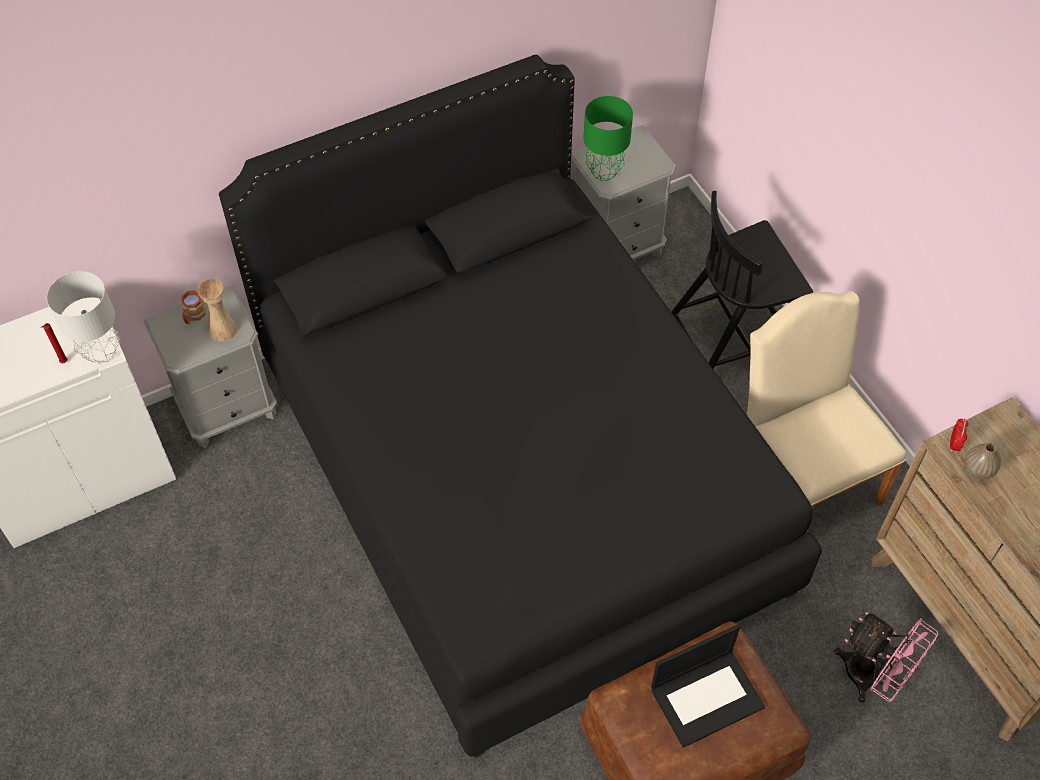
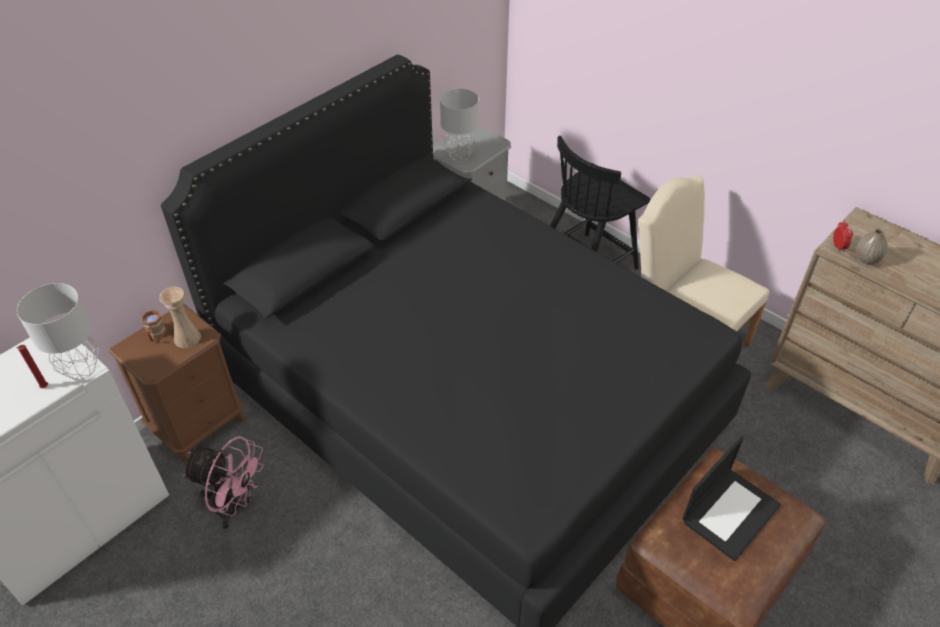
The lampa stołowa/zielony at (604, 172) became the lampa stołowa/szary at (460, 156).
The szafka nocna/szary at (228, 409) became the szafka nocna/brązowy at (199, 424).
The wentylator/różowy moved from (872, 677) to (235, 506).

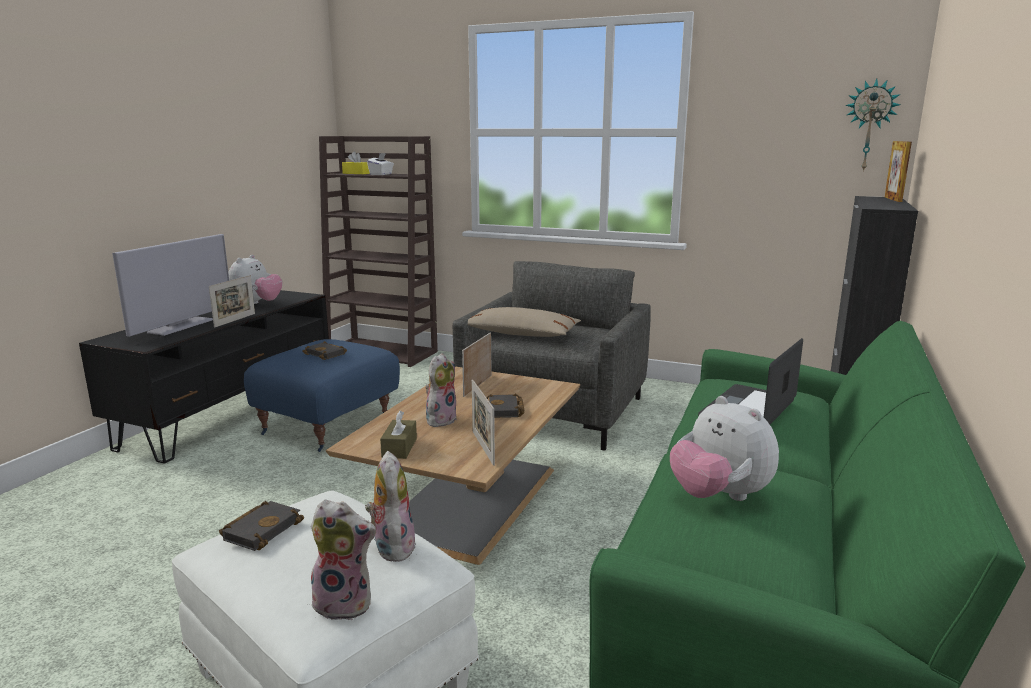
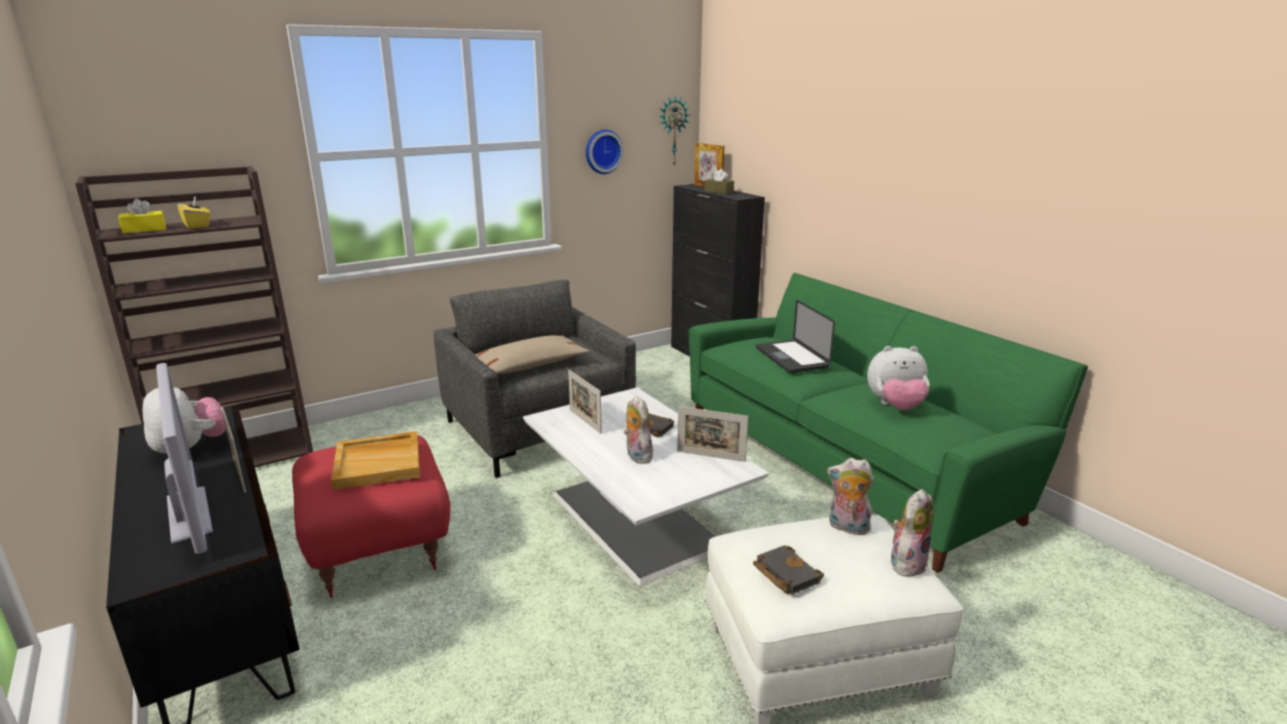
The pudełko chusteczek/biały at (381, 174) became the pudełko chusteczek/żółty at (197, 225).
The pufa/niebieski at (327, 425) became the pufa/czerwony at (377, 548).
The książka/czarny at (327, 354) was replaced by the taca/beżowy at (379, 463).
The ława/brązowy at (469, 502) became the ława/biały at (638, 521).
The pudełko chusteczek/brązowy moved from (399, 448) to (719, 192).
The zegar ścienny at (602, 151) appeared.

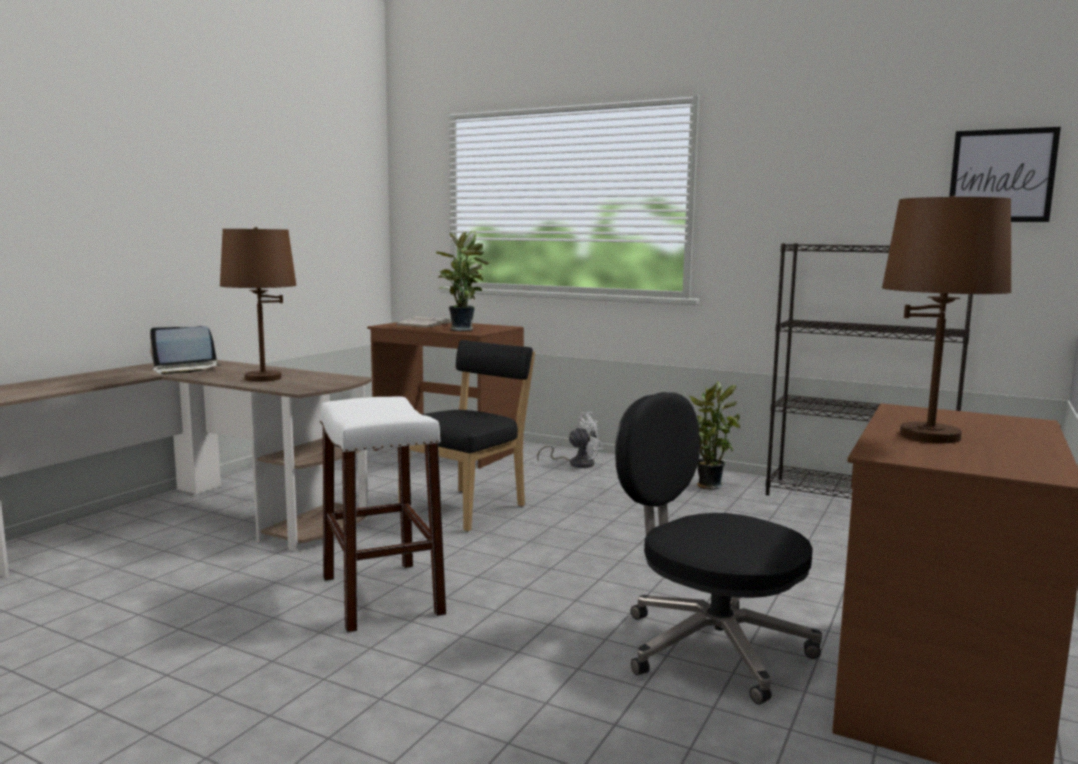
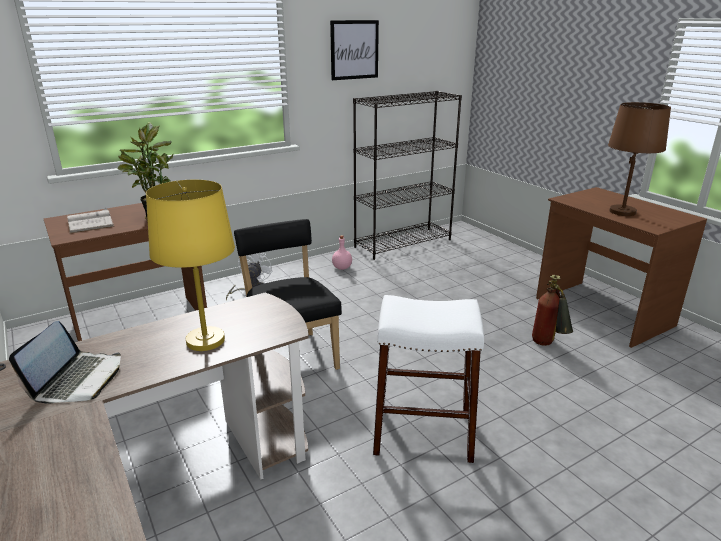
The obraz moved from (1001, 176) to (354, 50).
The lampa stołowa/brązowy at (263, 378) became the lampa stołowa/żółty at (206, 340).
The roślina doniczkowa at (706, 485) was replaced by the butelka/różowy at (342, 267).
The krzesło biurowe/czarny at (710, 647) was replaced by the gaśnica at (548, 345).

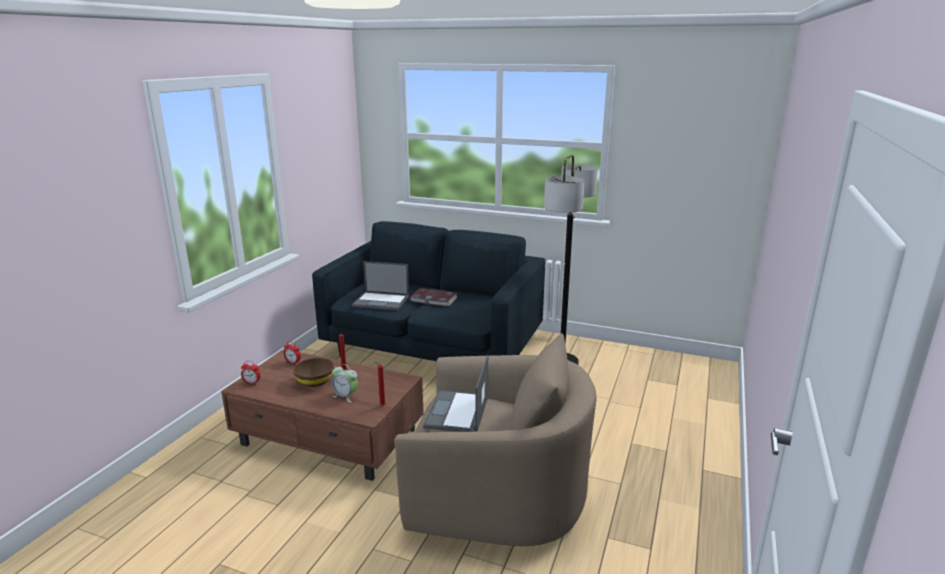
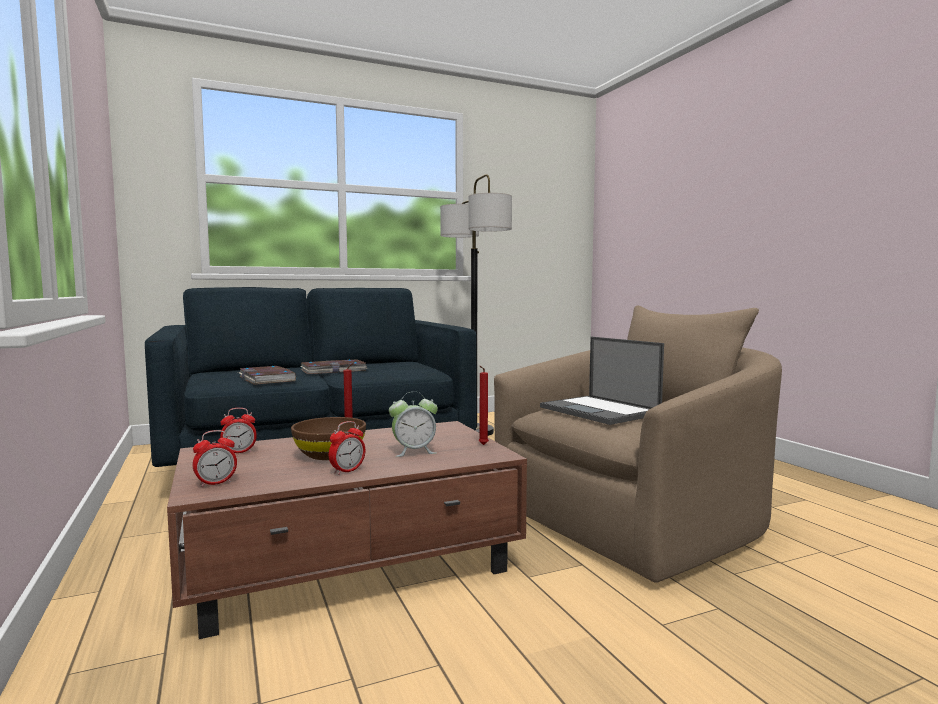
The laptop at (382, 301) was replaced by the książka at (267, 379).
The budzik at (347, 471) appeared.

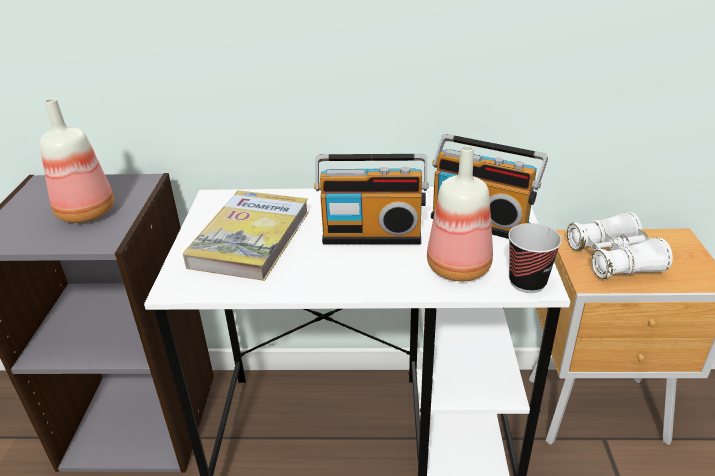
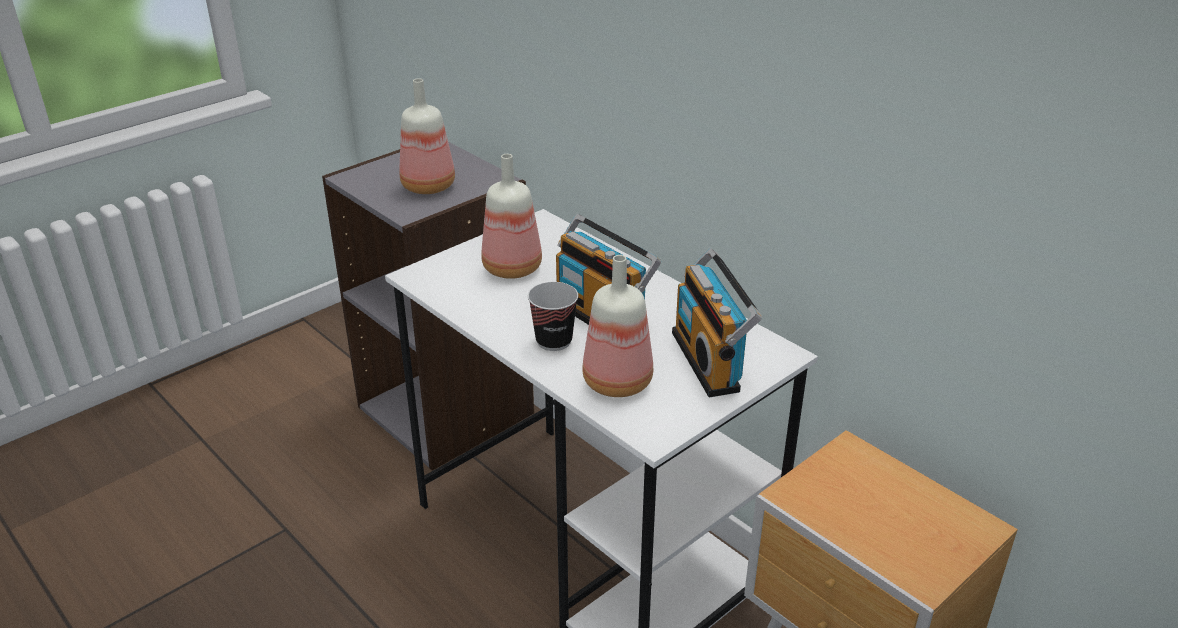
The książka at (251, 238) was replaced by the butelka at (514, 268).
The lornetka/biały at (614, 258) disappeared.
The filiżanka moved from (527, 282) to (554, 341).

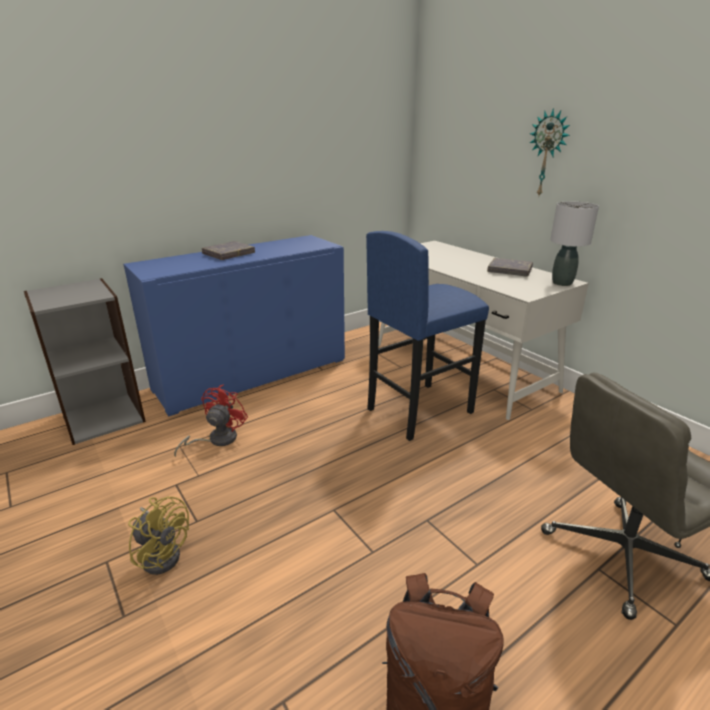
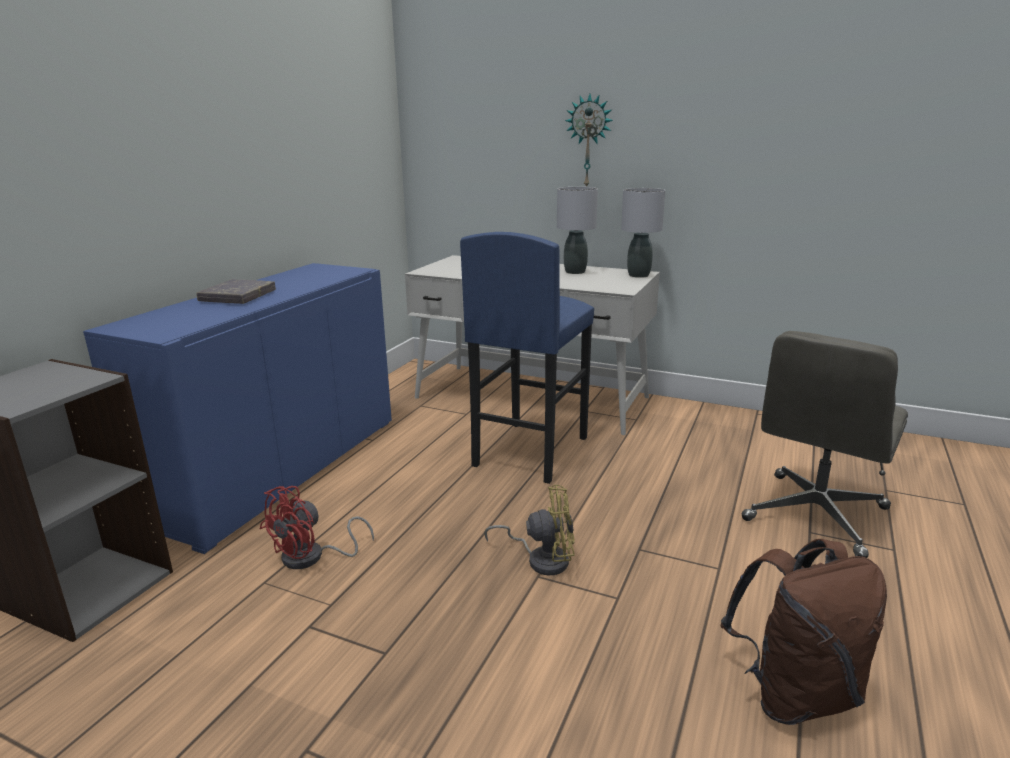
The książka/szary at (509, 270) was replaced by the lampa stołowa/szary at (575, 272).
The wentylator/czerwony at (216, 440) turned 135 degrees counterclockwise.
The wentylator/żółty moved from (162, 553) to (542, 559).

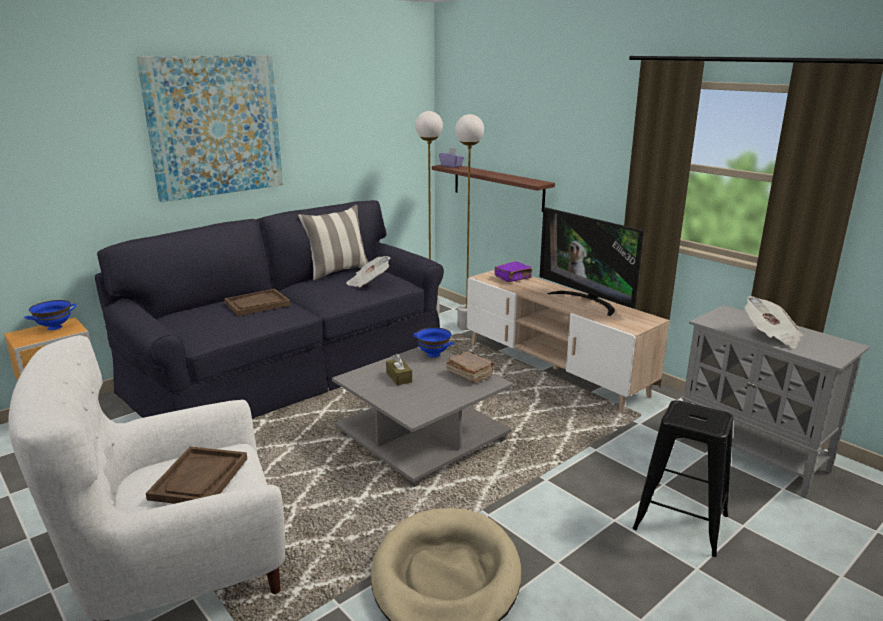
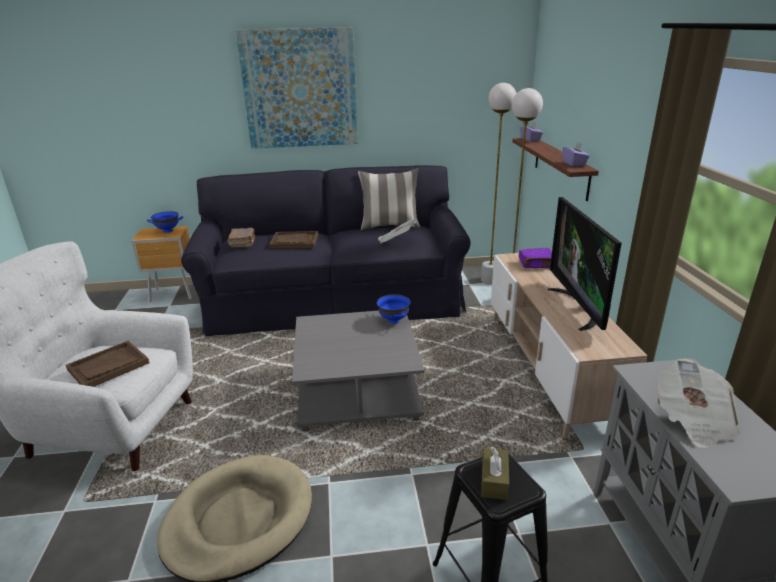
The książka/brązowy moved from (469, 374) to (243, 243).
The pudełko chusteczek/brązowy moved from (399, 377) to (494, 480).
The pudełko chusteczek/fioletowy at (574, 164) appeared.

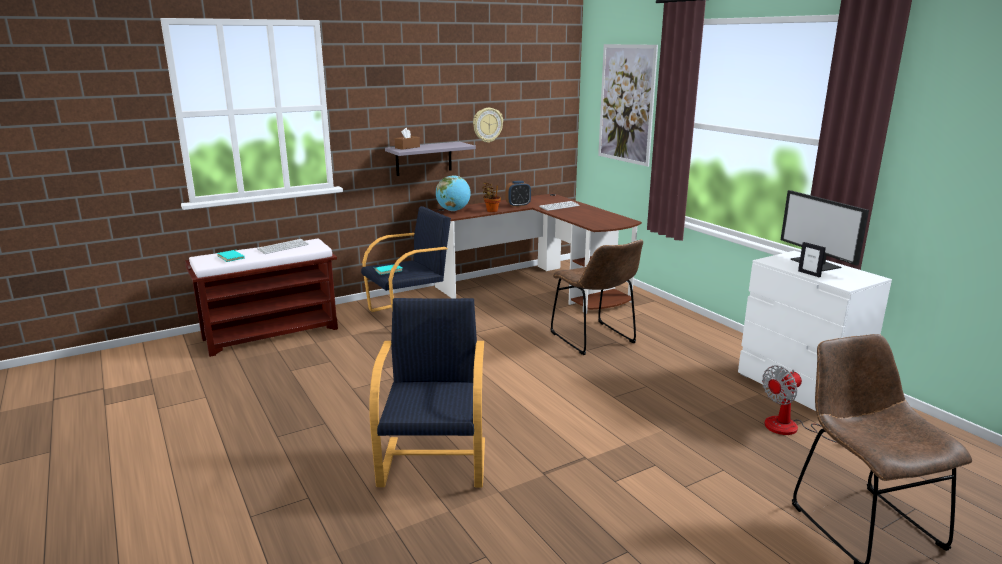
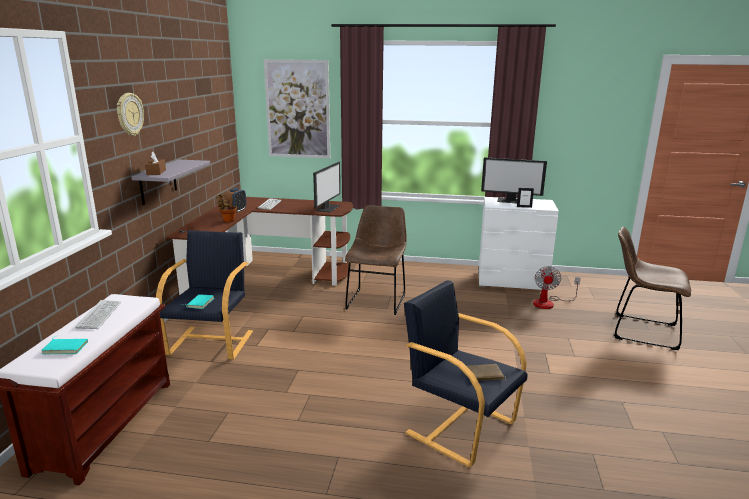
The zegar ścienny moved from (487, 125) to (129, 114).
The globus at (453, 210) disappeared.
The krzesło/brązowy at (594, 339) turned 90 degrees counterclockwise.
The monitor at (327, 208) appeared.
The książka/brązowy at (484, 375) appeared.

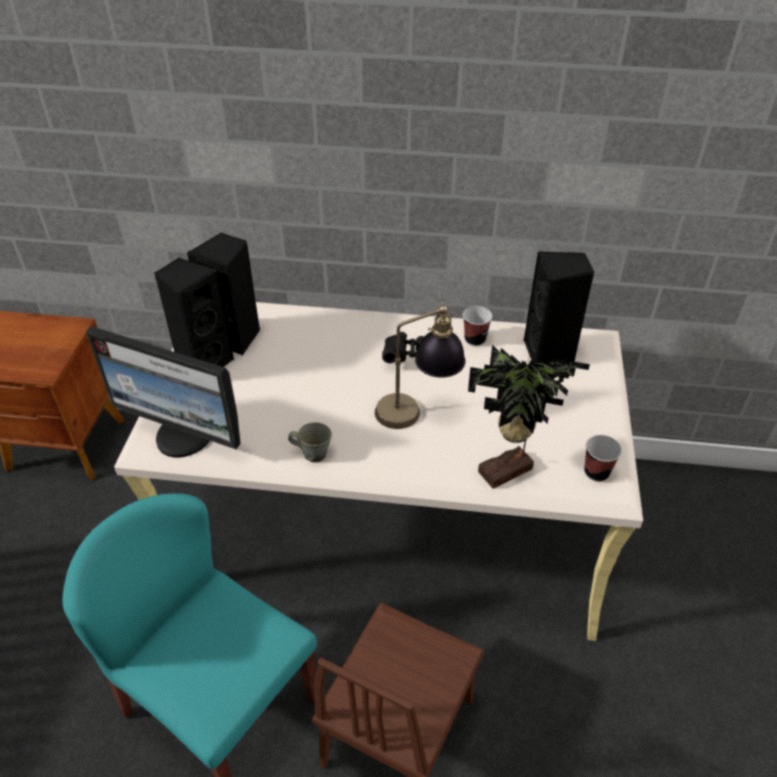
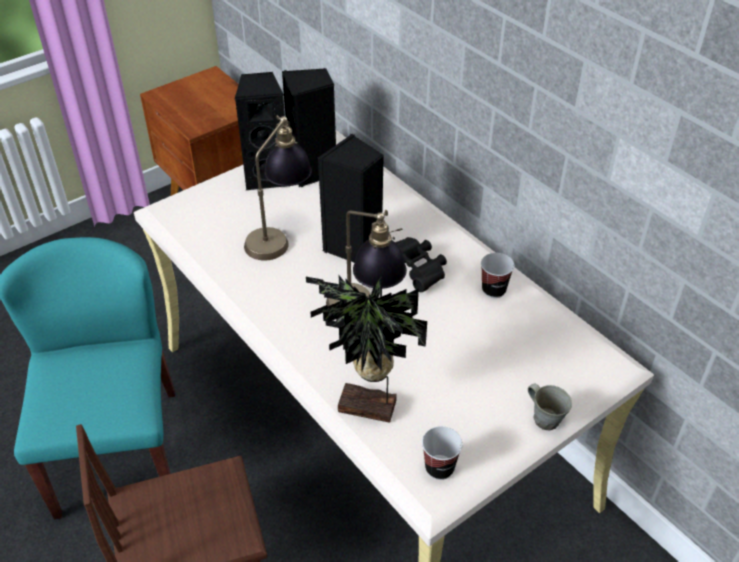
The głośnik/czarny moved from (549, 354) to (354, 248).
The monitor at (185, 436) disappeared.
The kubek/szary moved from (313, 453) to (545, 418).
The lampa stołowa at (279, 235) appeared.

